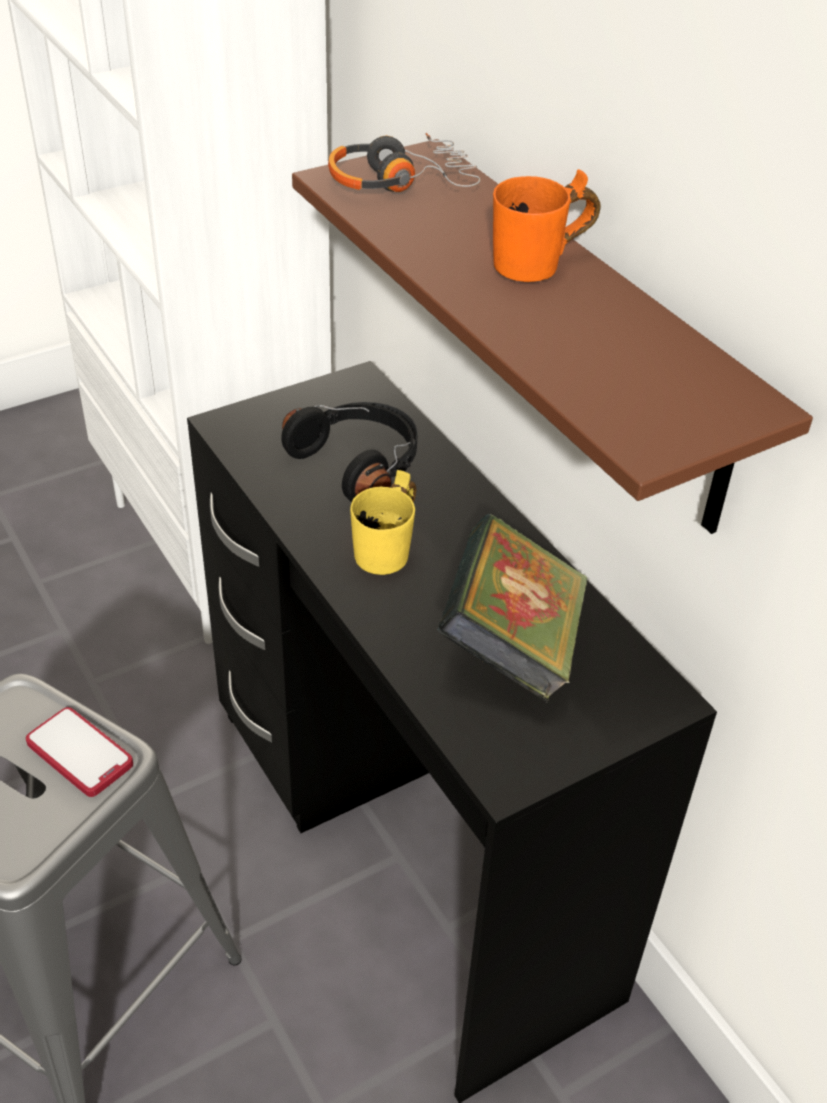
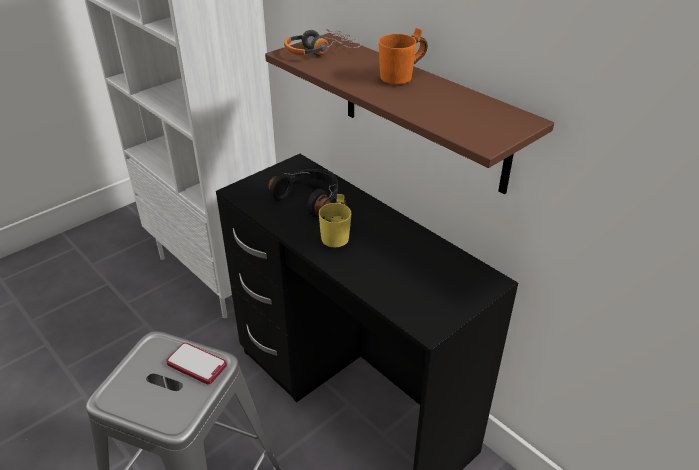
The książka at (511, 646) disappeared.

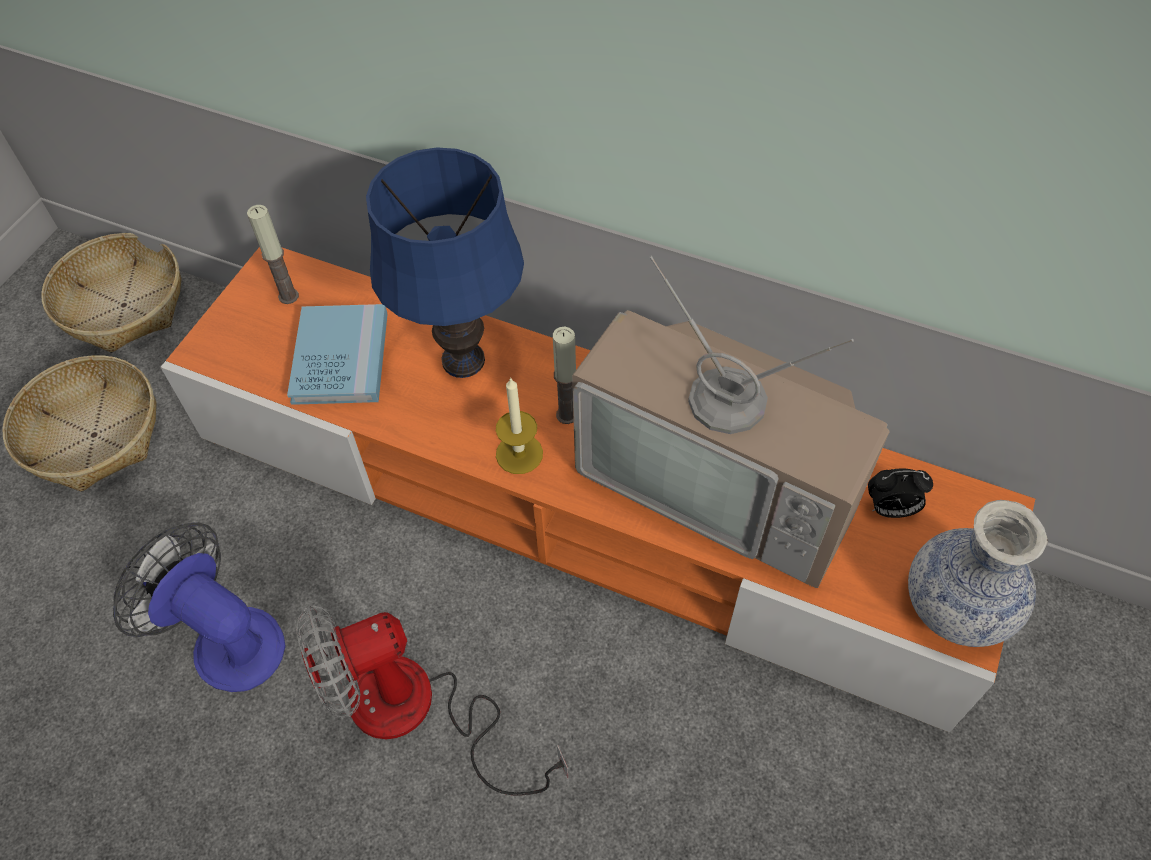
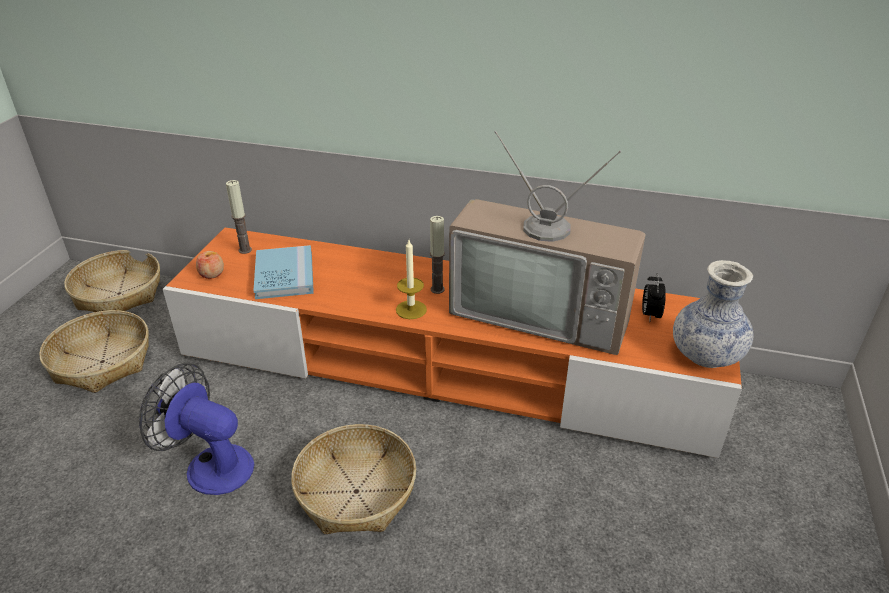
The lampa stołowa/niebieski at (462, 360) disappeared.
The budzik at (890, 509) turned 105 degrees clockwise.
The wentylator at (418, 713) was replaced by the koszyk at (357, 491).
The jabłko at (211, 274) appeared.

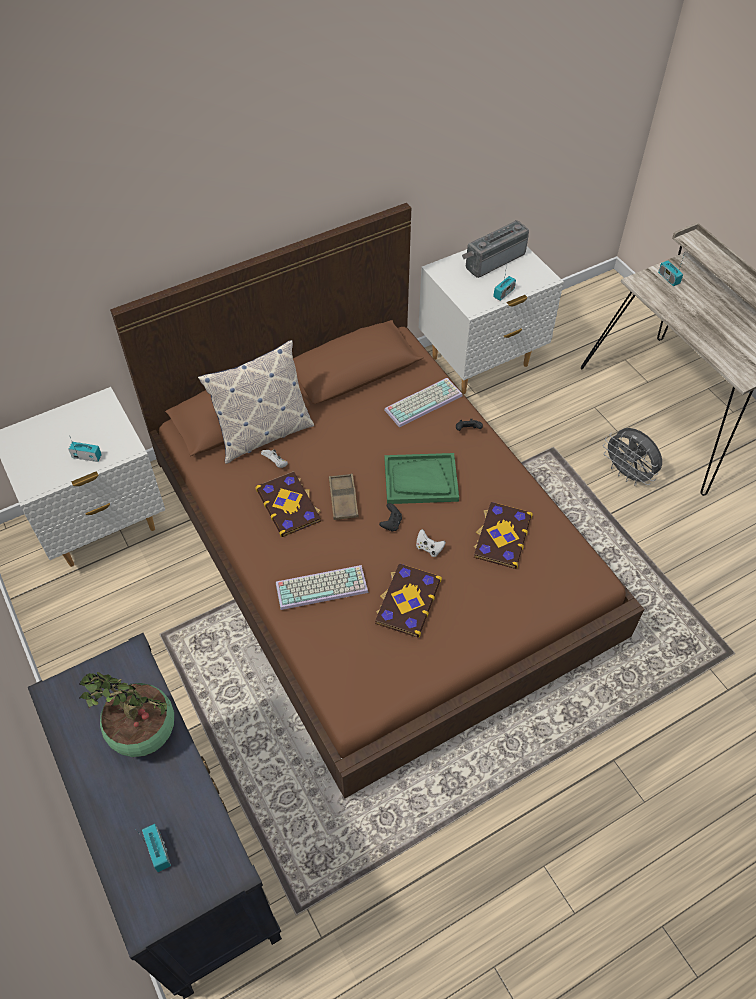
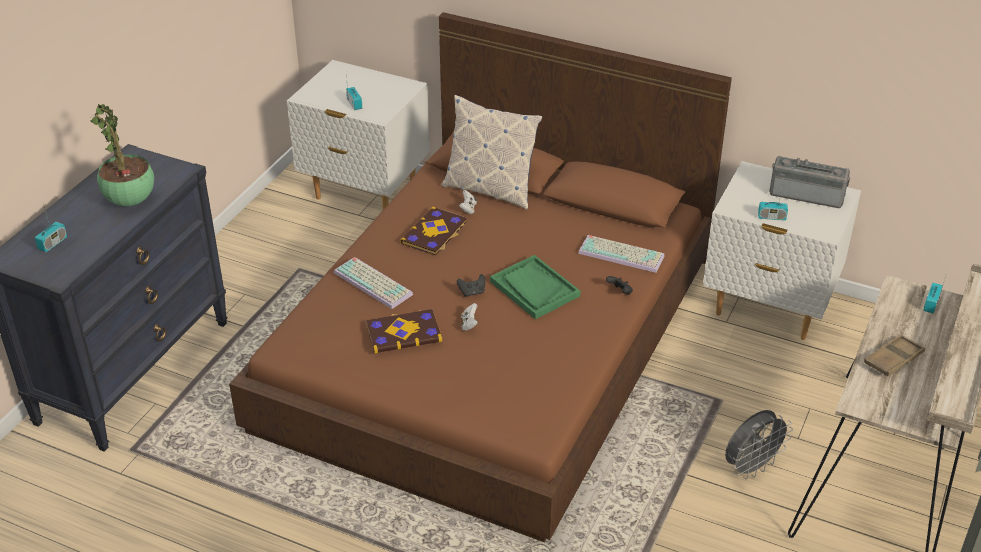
The wentylator/szary at (628, 474) turned 135 degrees counterclockwise.
The taca/brązowy moved from (343, 499) to (893, 359).
The książka at (501, 536) disappeared.

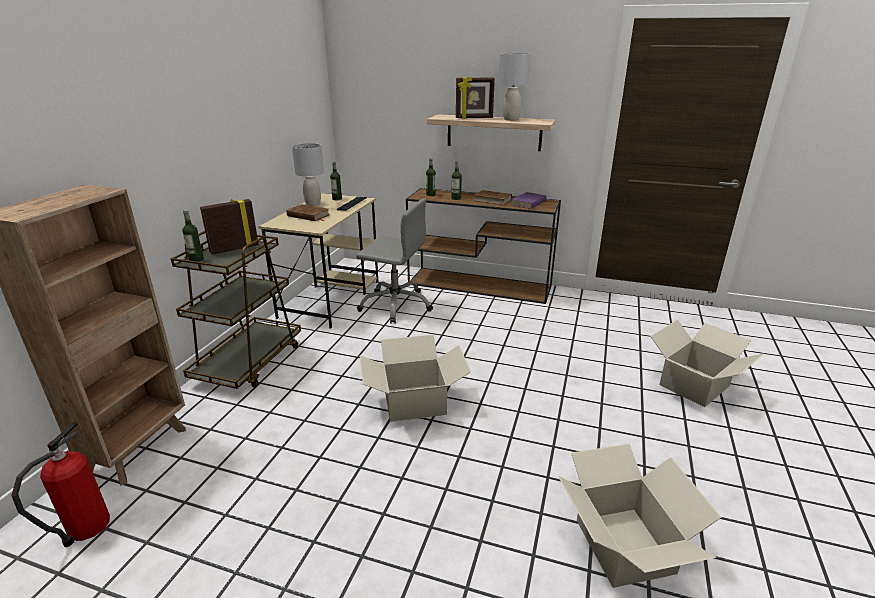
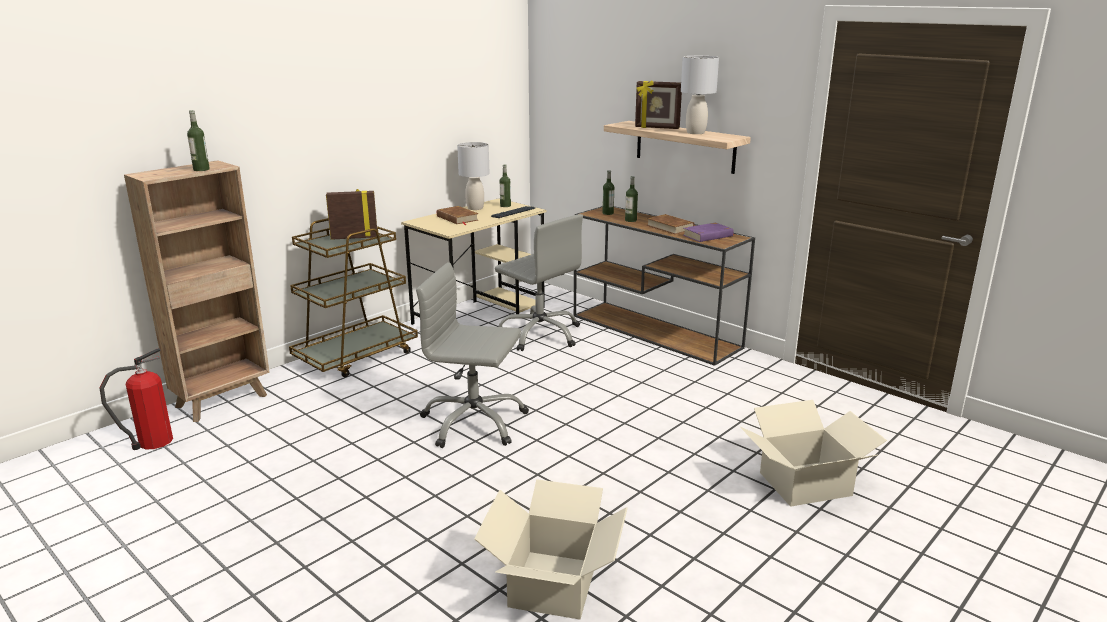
The butelka moved from (196, 260) to (201, 169).
The karton at (414, 402) was replaced by the krzesło biurowe/szary at (473, 423).

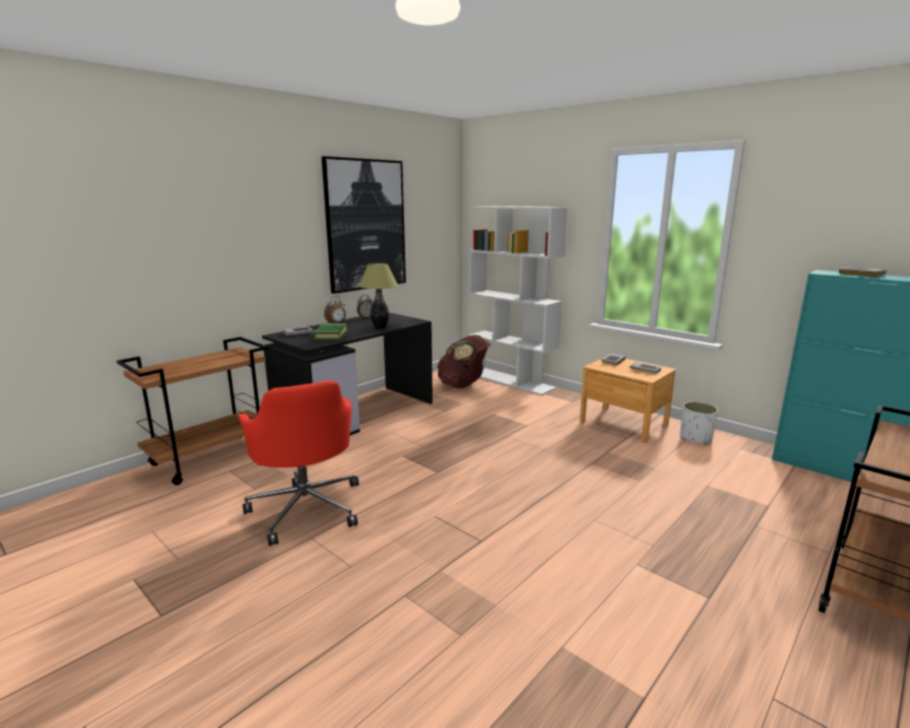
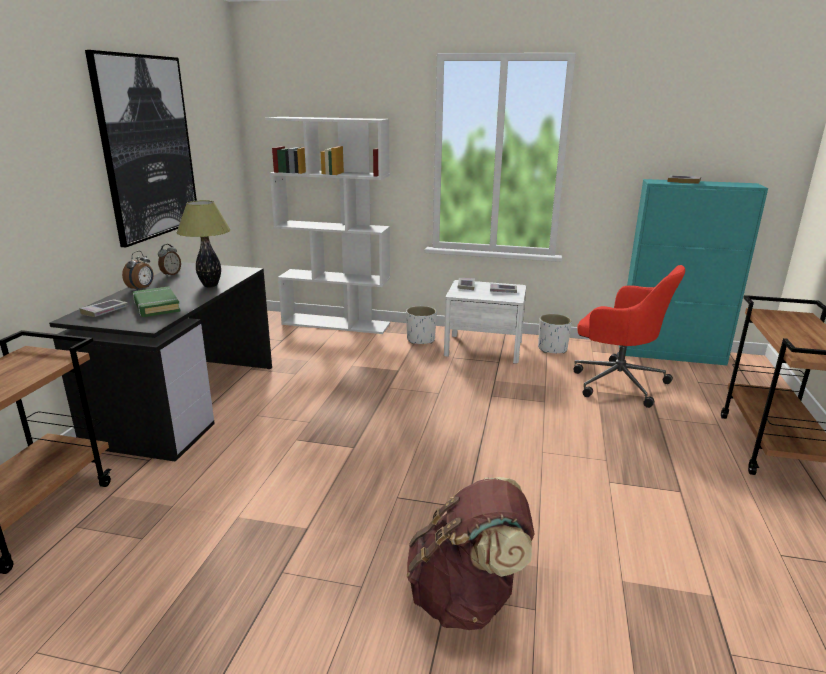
The plecak/brązowy moved from (462, 385) to (467, 598).
The szafka nocna/brązowy at (623, 423) became the szafka nocna/biały at (483, 348).
The krzesło biurowe/czerwony moved from (306, 507) to (616, 382).
The donica/biały at (421, 340) appeared.

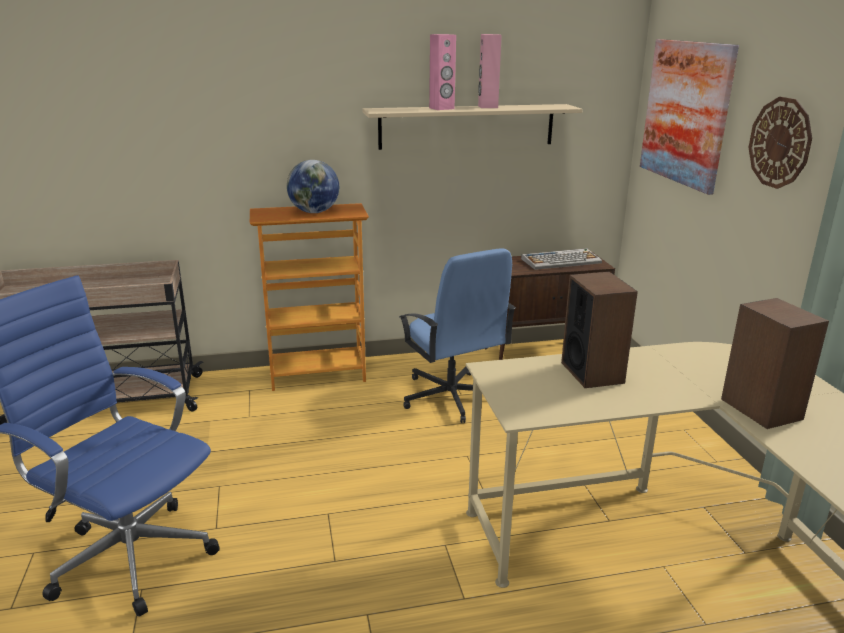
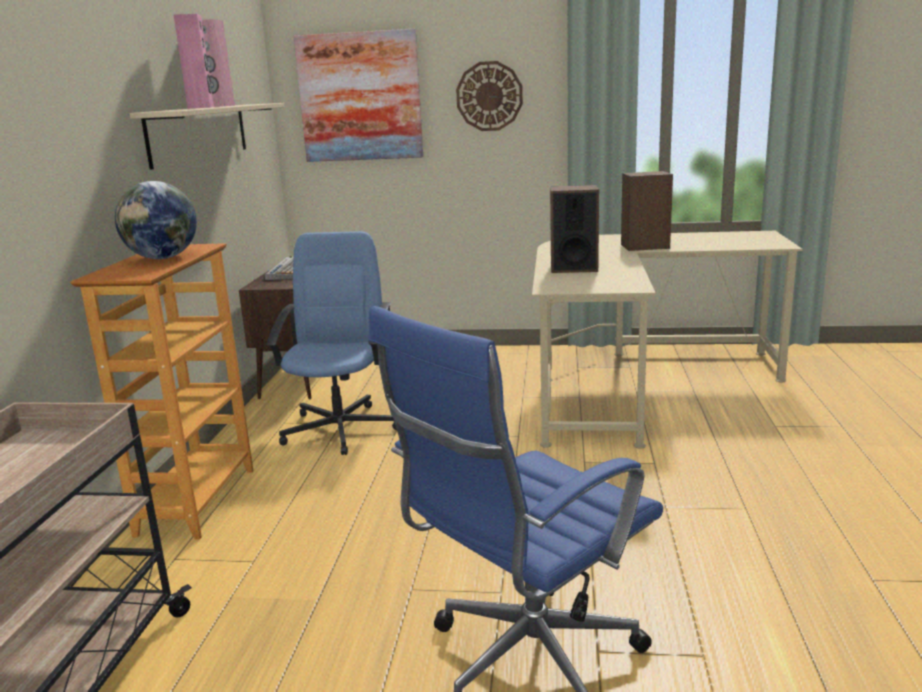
The krzesło biurowe/niebieski at (451, 397) turned 75 degrees counterclockwise.

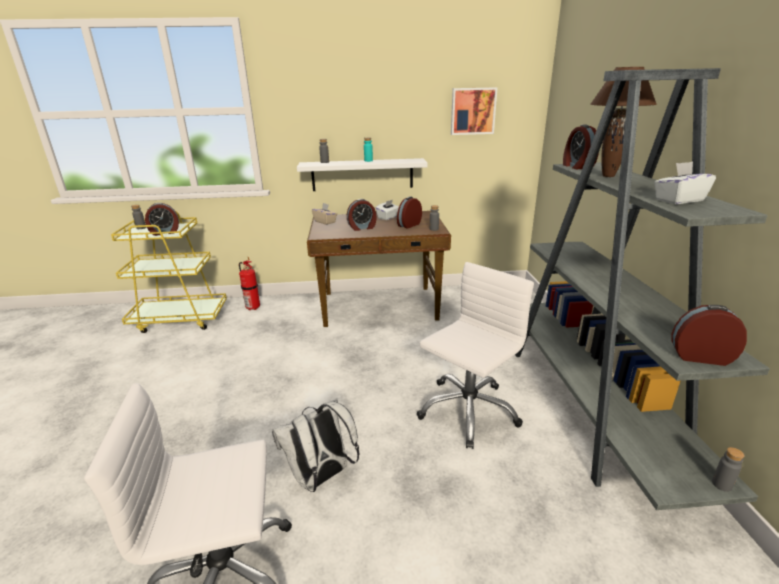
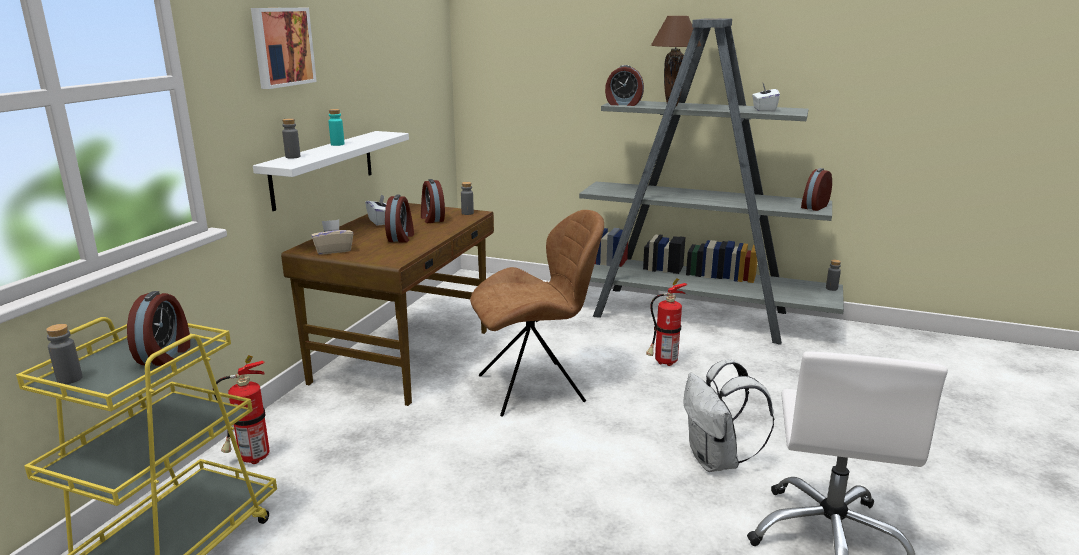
The obraz moved from (472, 111) to (281, 47).
The krzesło biurowe/biały at (467, 410) was replaced by the gaśnica at (663, 363).
The krzesło/brązowy at (535, 388) appeared.

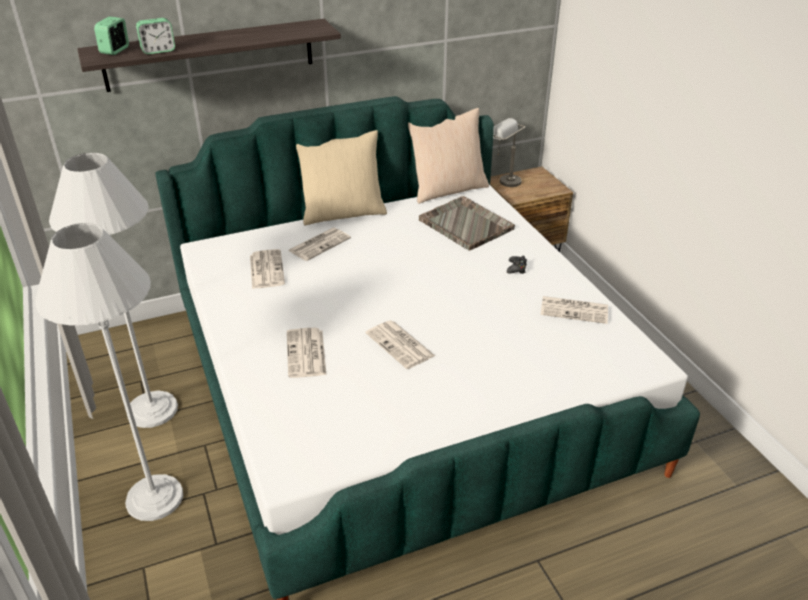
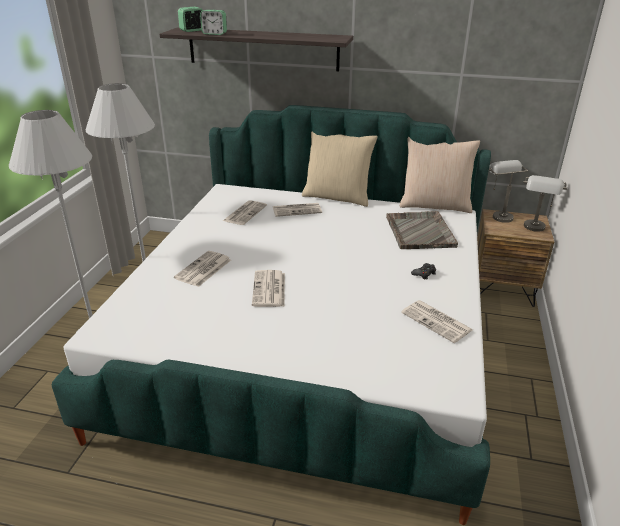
The lampa stołowa/szary at (534, 230) appeared.

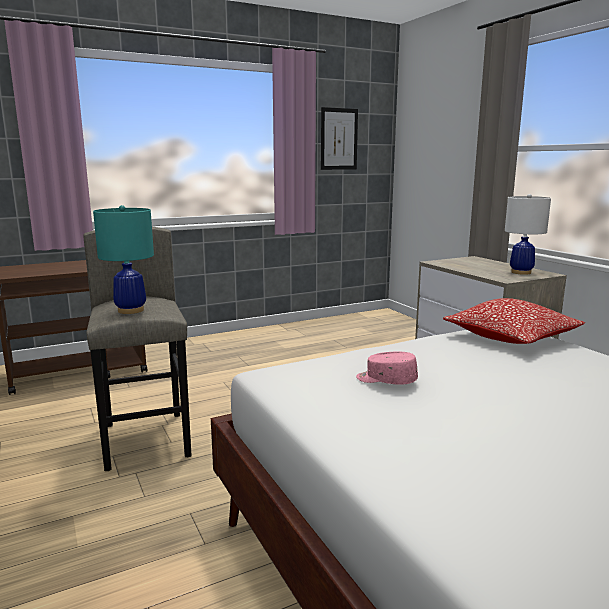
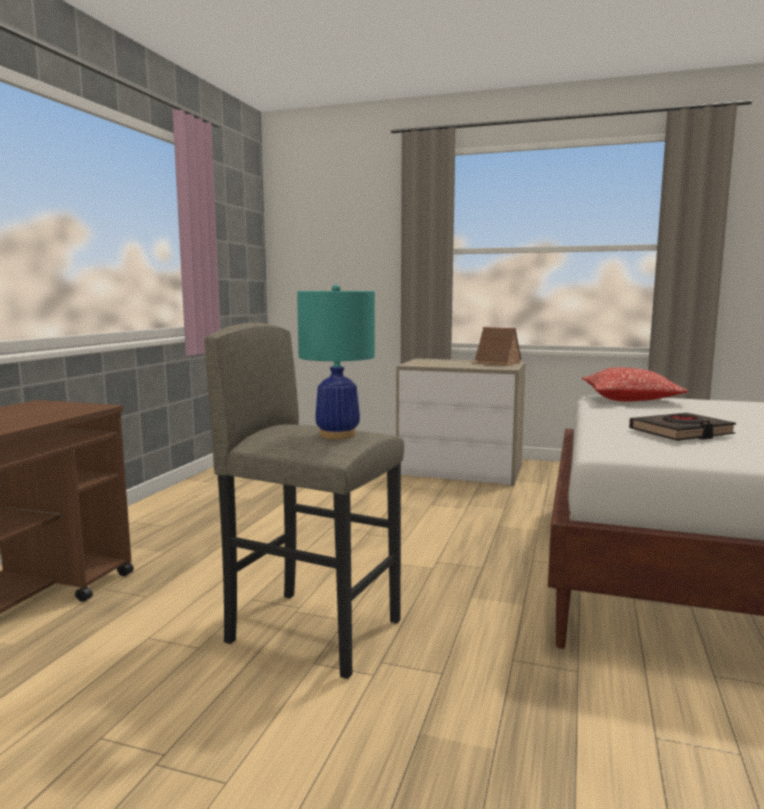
The obraz at (339, 139) disappeared.
The lampa stołowa/biały at (521, 272) was replaced by the domek at (495, 363).
The czapka z daszkiem/różowy at (386, 380) was replaced by the książka/czarny at (681, 433).

